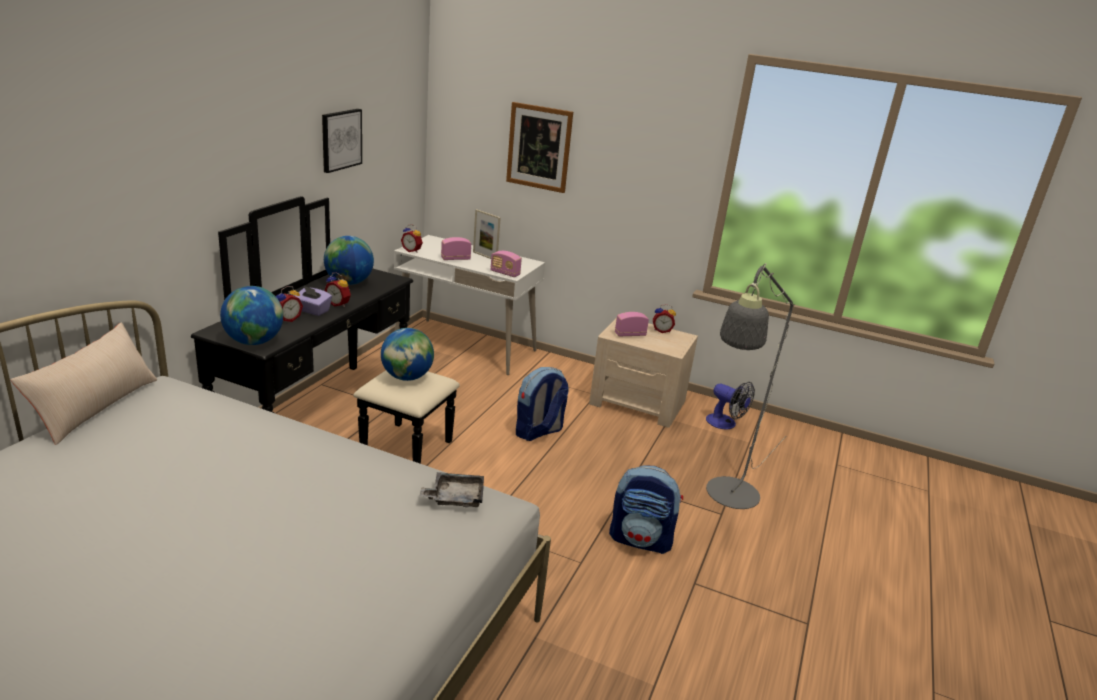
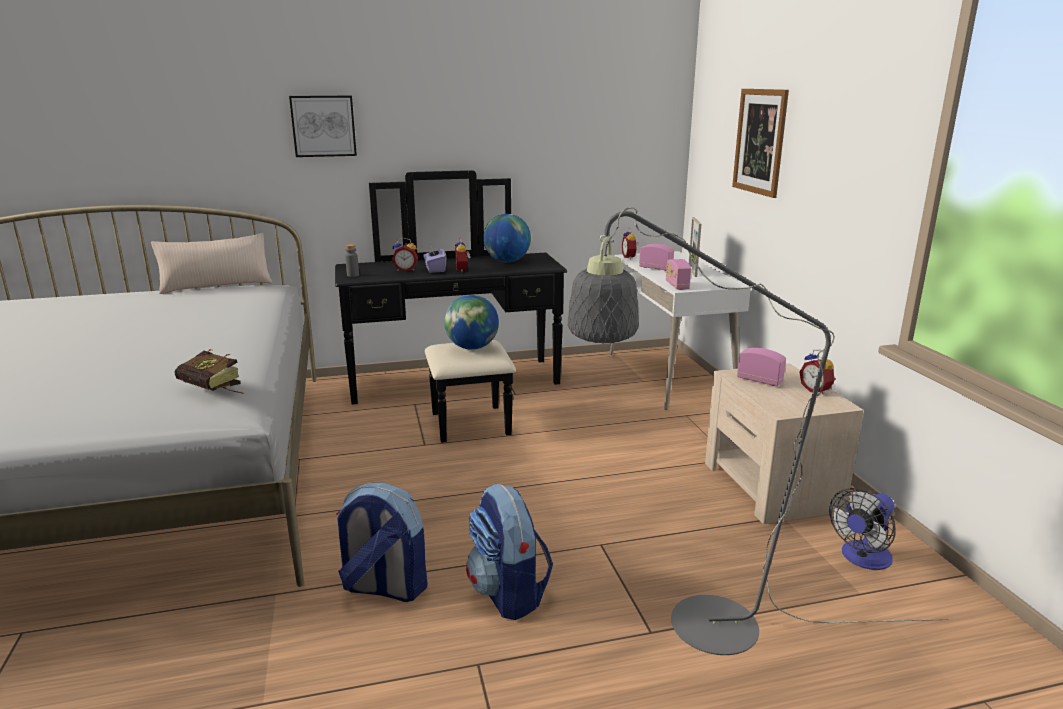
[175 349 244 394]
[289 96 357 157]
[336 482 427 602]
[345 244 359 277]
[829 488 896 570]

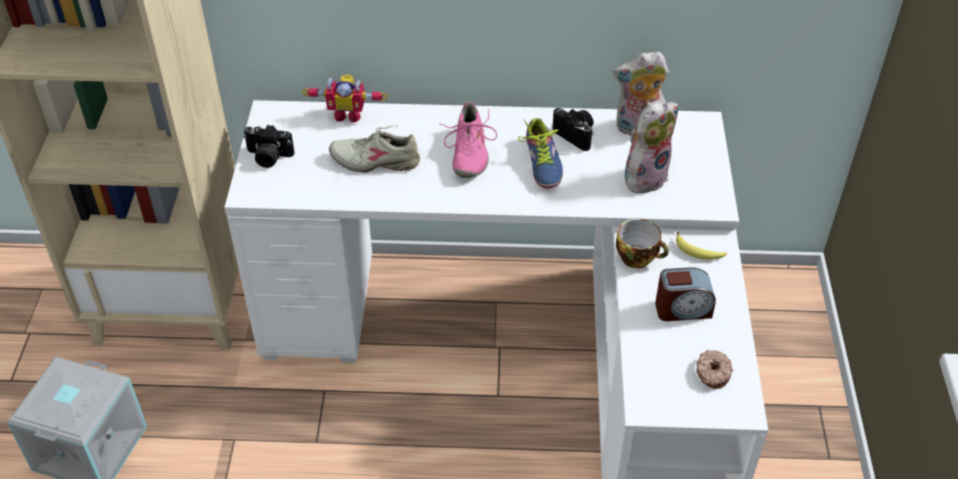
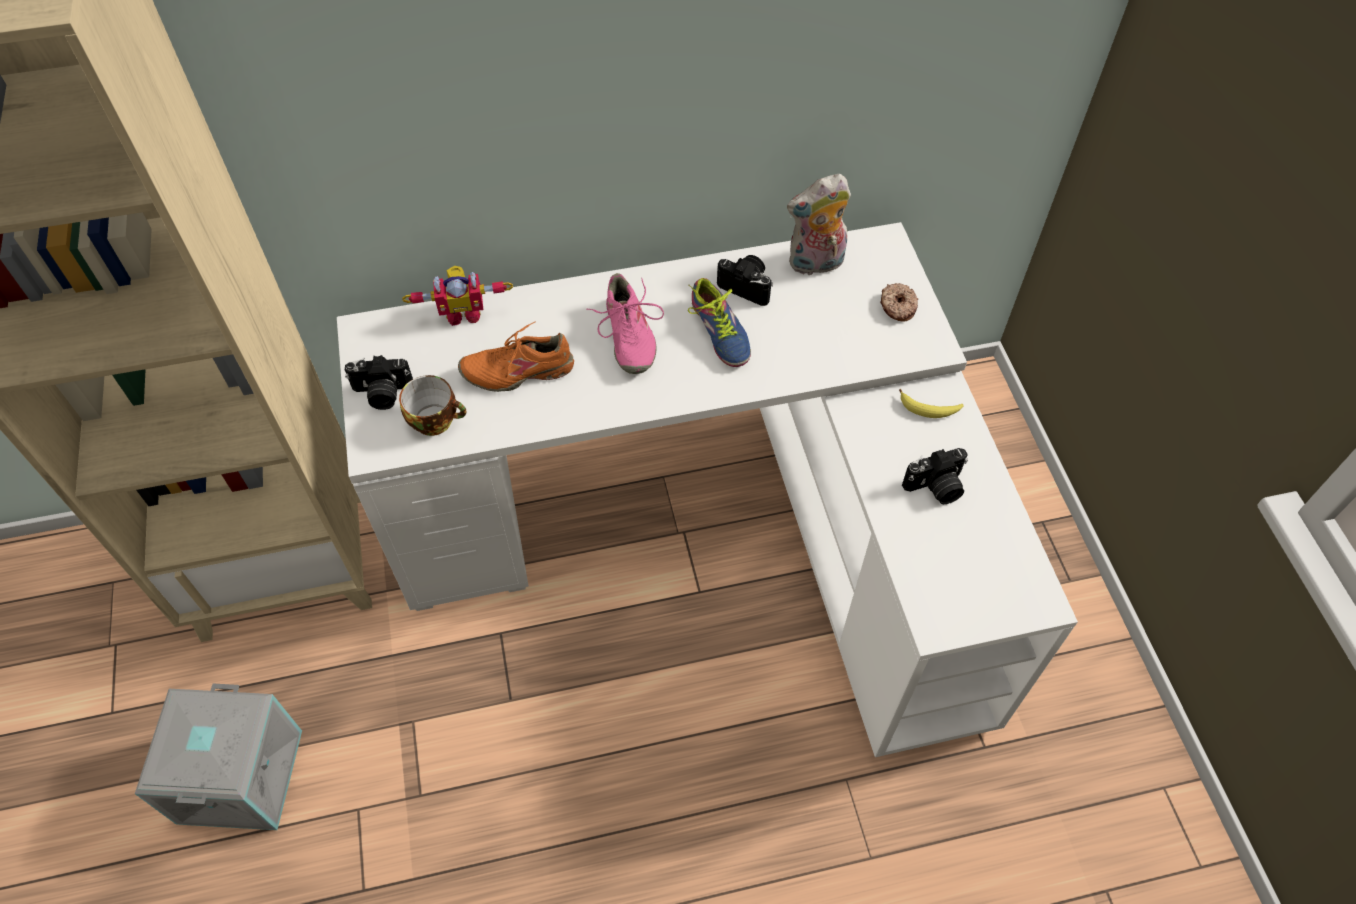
[399 375 466 436]
[458 322 574 392]
[880 283 918 322]
[902 448 968 504]
[625 99 678 193] (first image)

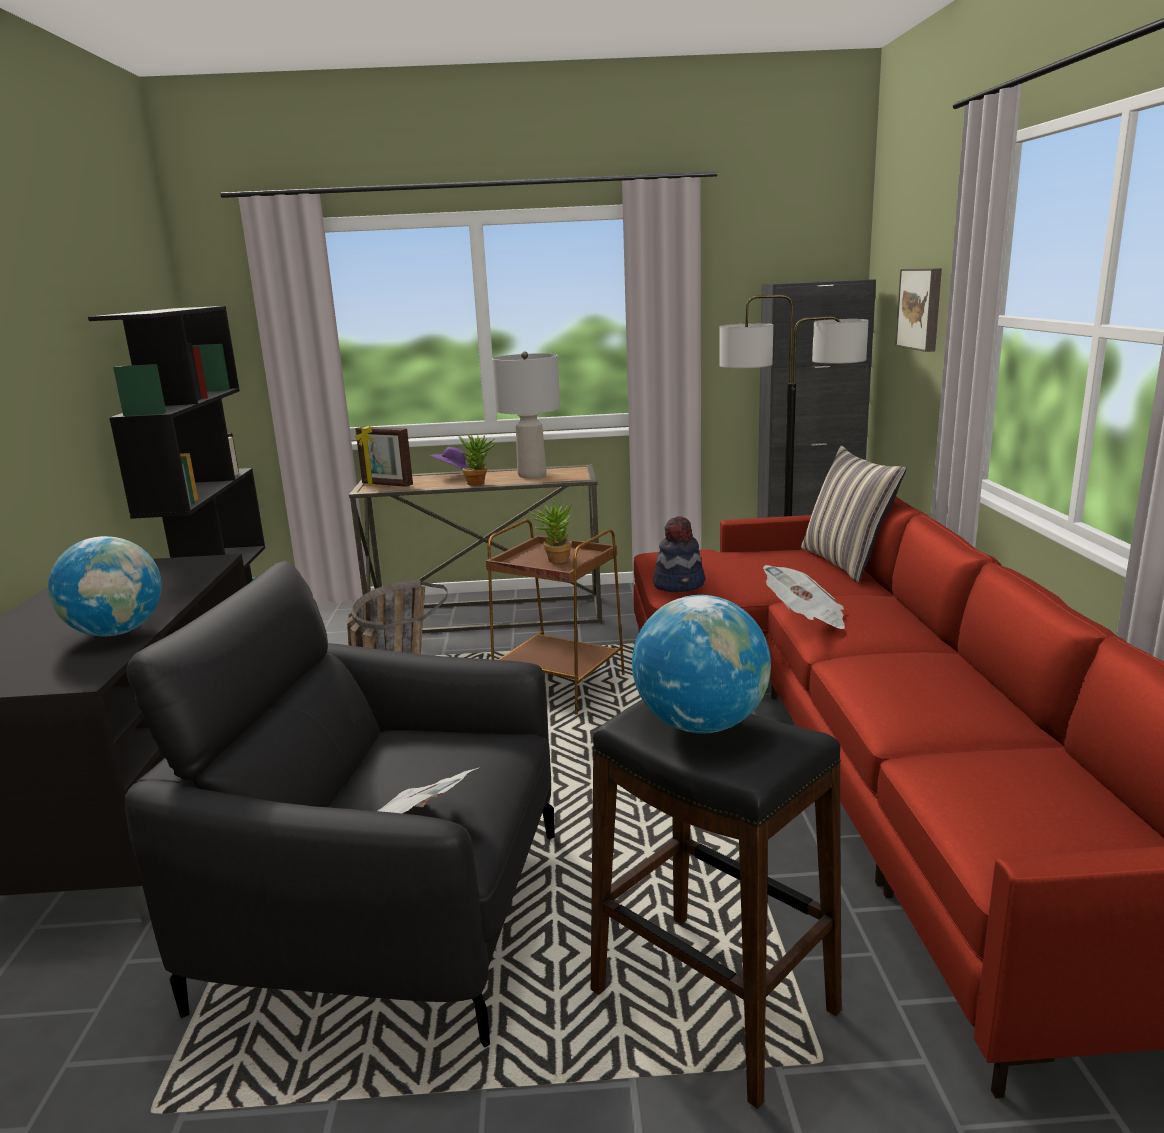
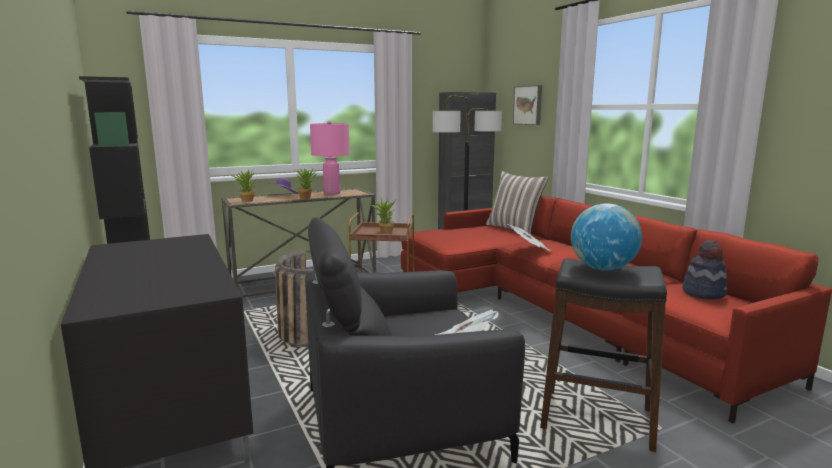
[233 170 257 202]
[310 121 350 195]
[683 240 727 299]
[48 536 162 637] (first image)

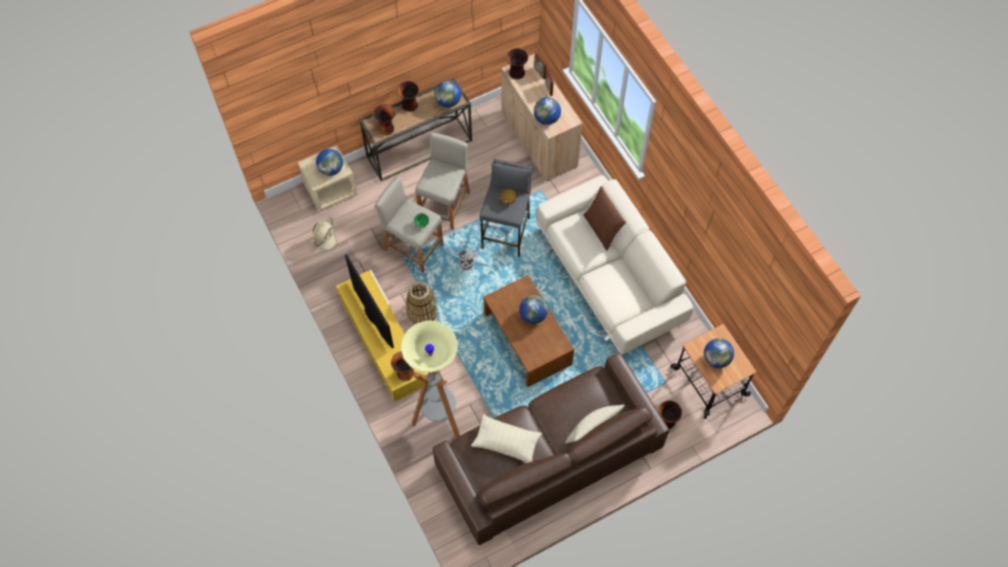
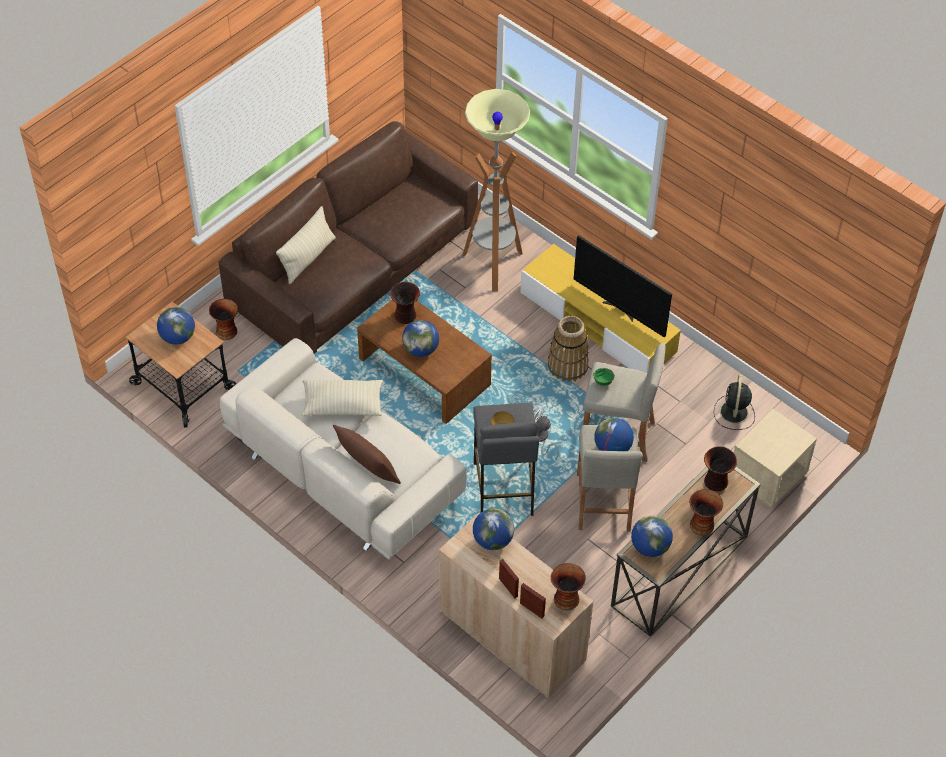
[302 380 383 416]
[390 282 420 324]
[594 417 634 451]
[714 375 755 430]

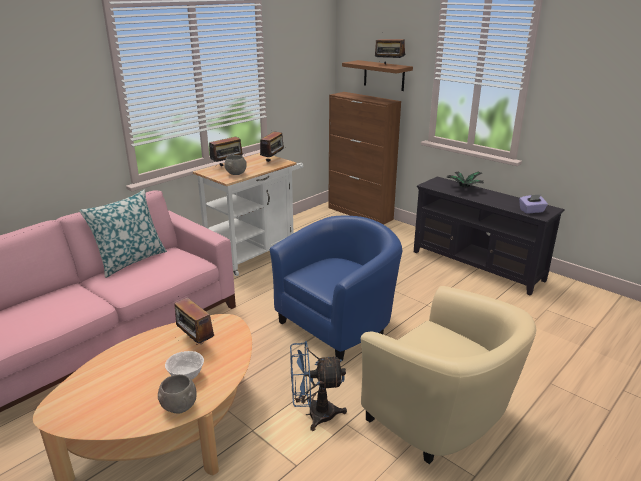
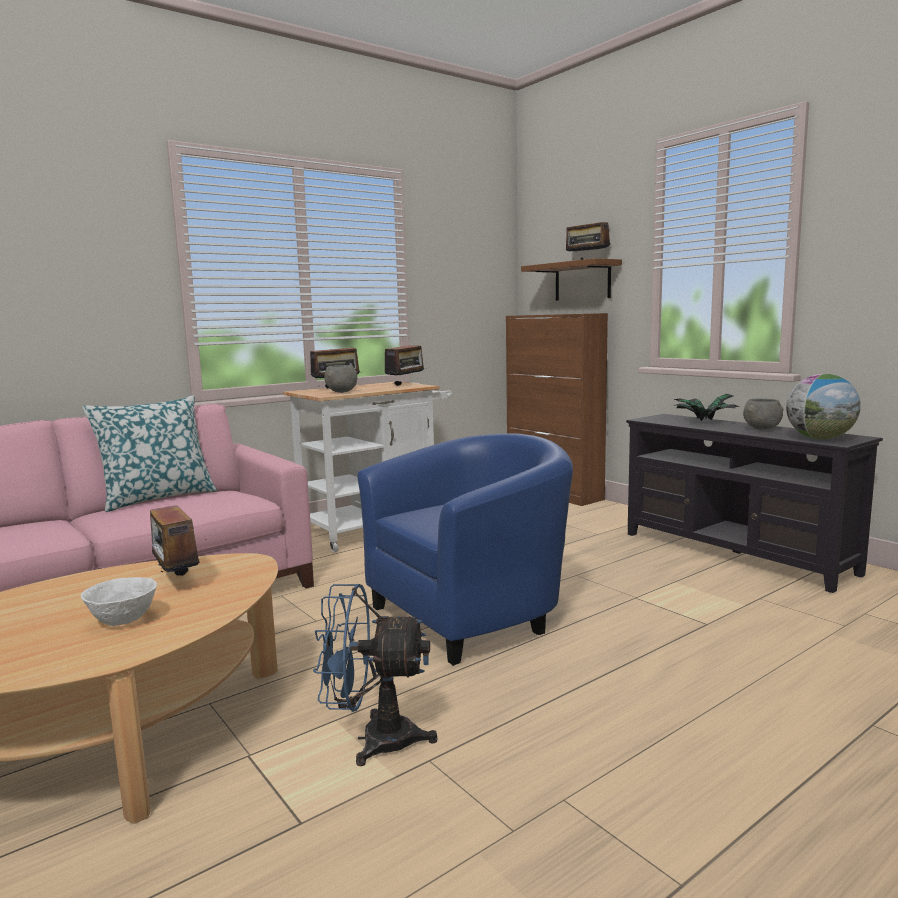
[743 398 784 430]
[786 374 861 439]
[361 286 537 464] (first image)

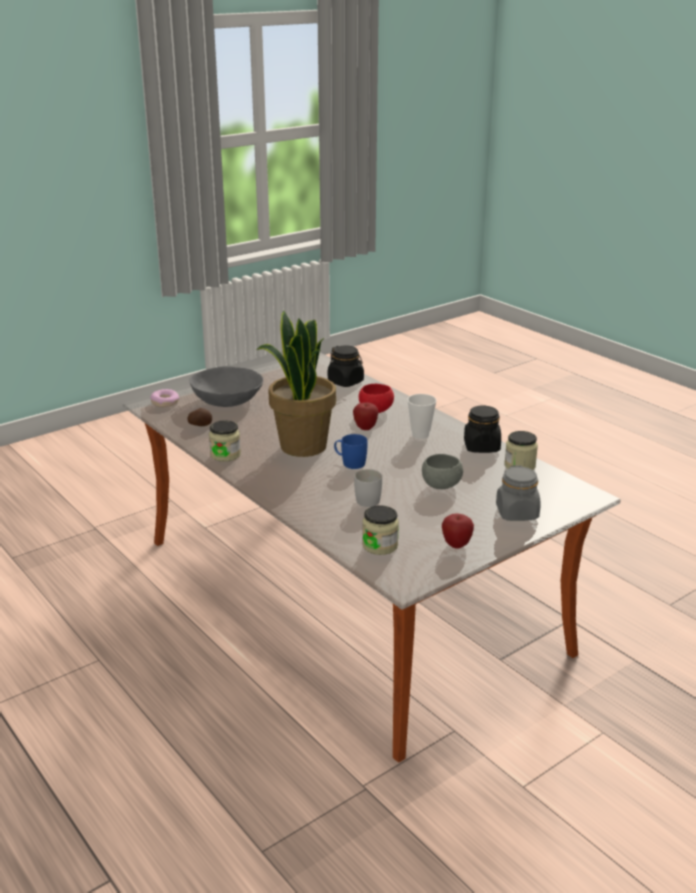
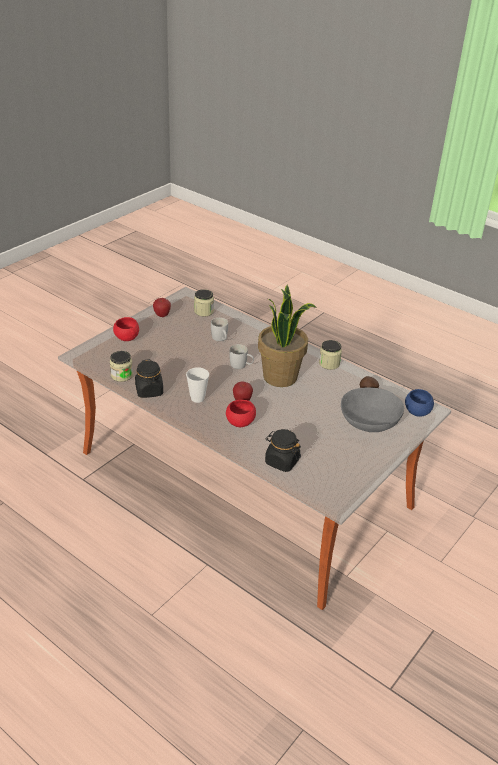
[113 317 139 341]
[229 344 254 369]
[405 389 434 417]
[422 454 463 489] (first image)

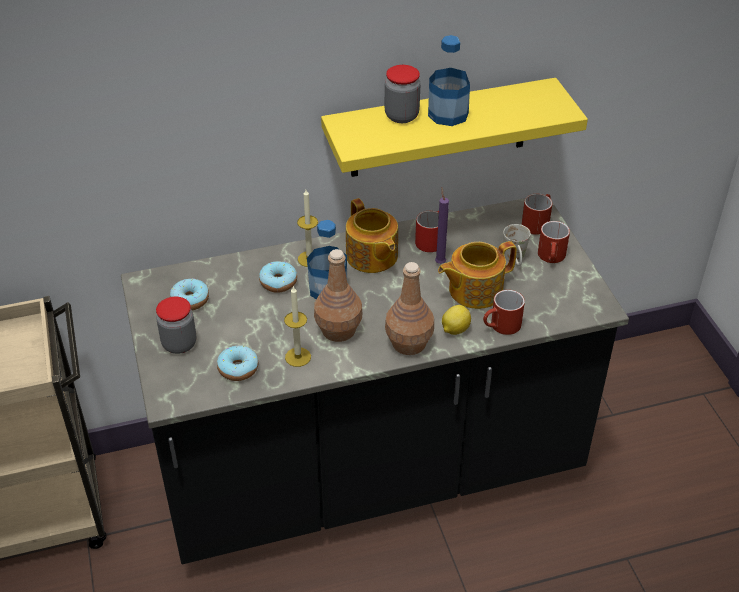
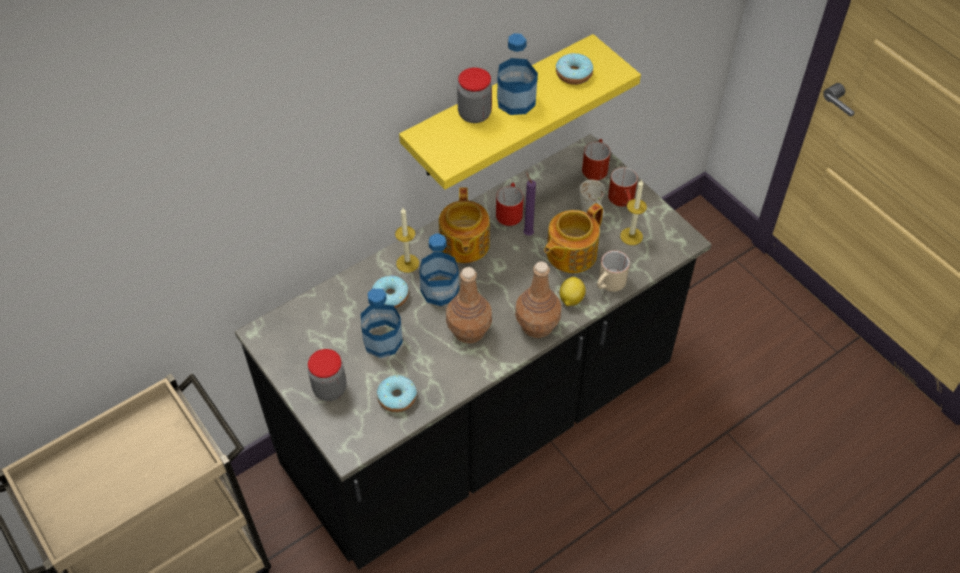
[361 288 403 358]
[439 187 490 263]
[556 53 593 85]
[597 251 630 292]
[620 179 647 245]

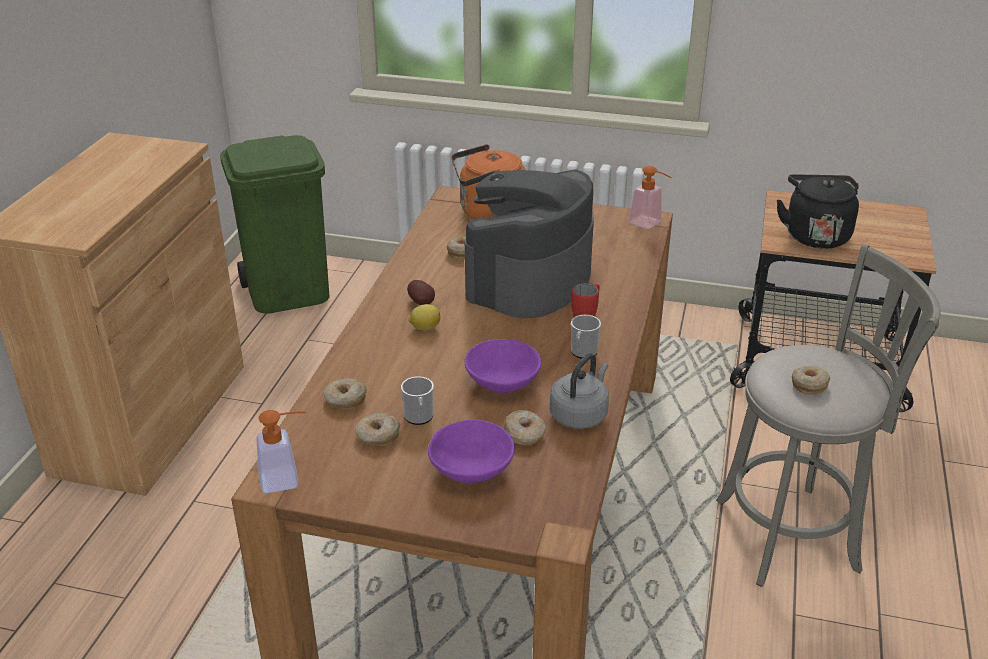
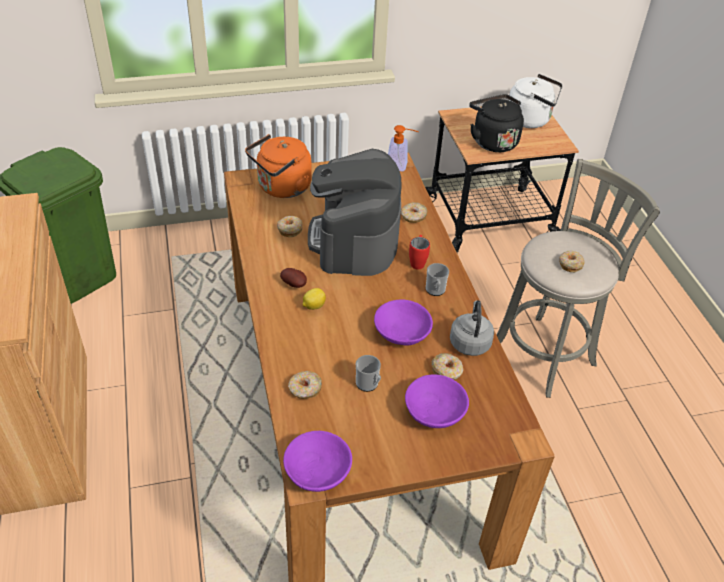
[283 431 352 492]
[401 202 428 223]
[508 74 563 128]

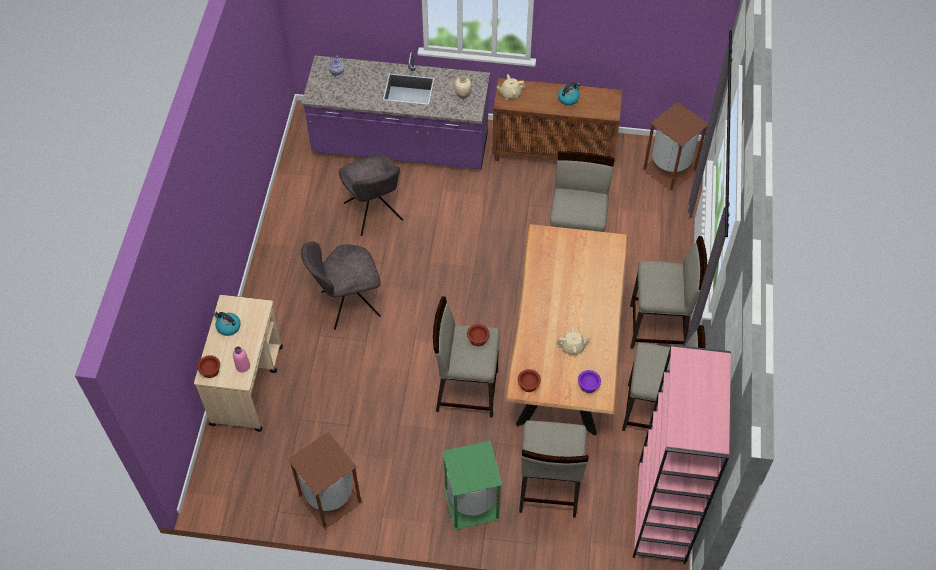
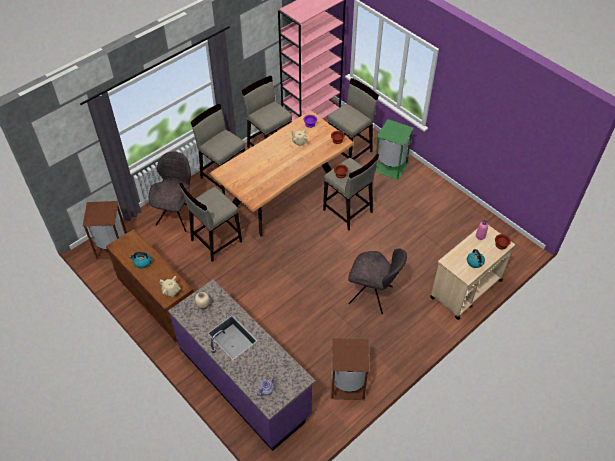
[149 151 191 232]
[331 338 369 400]

